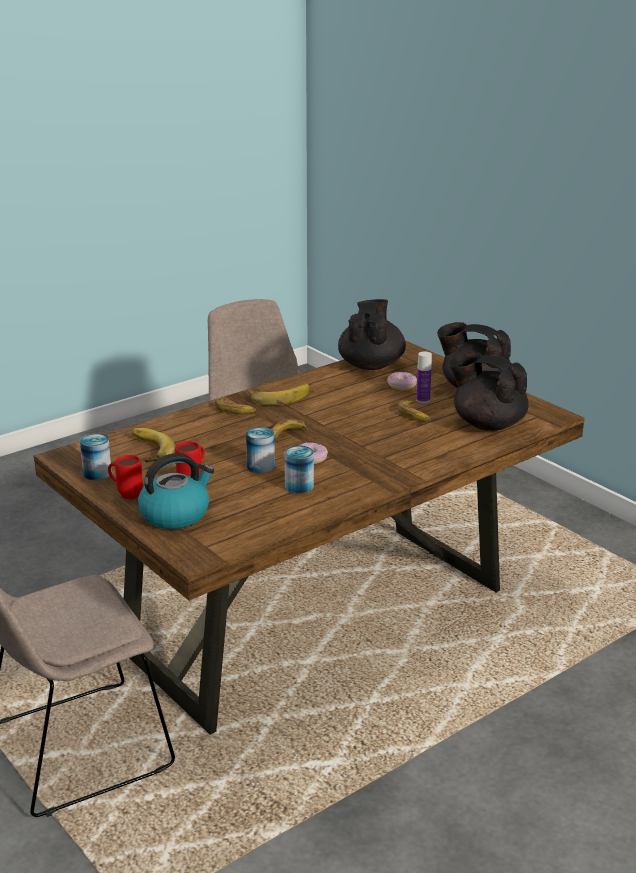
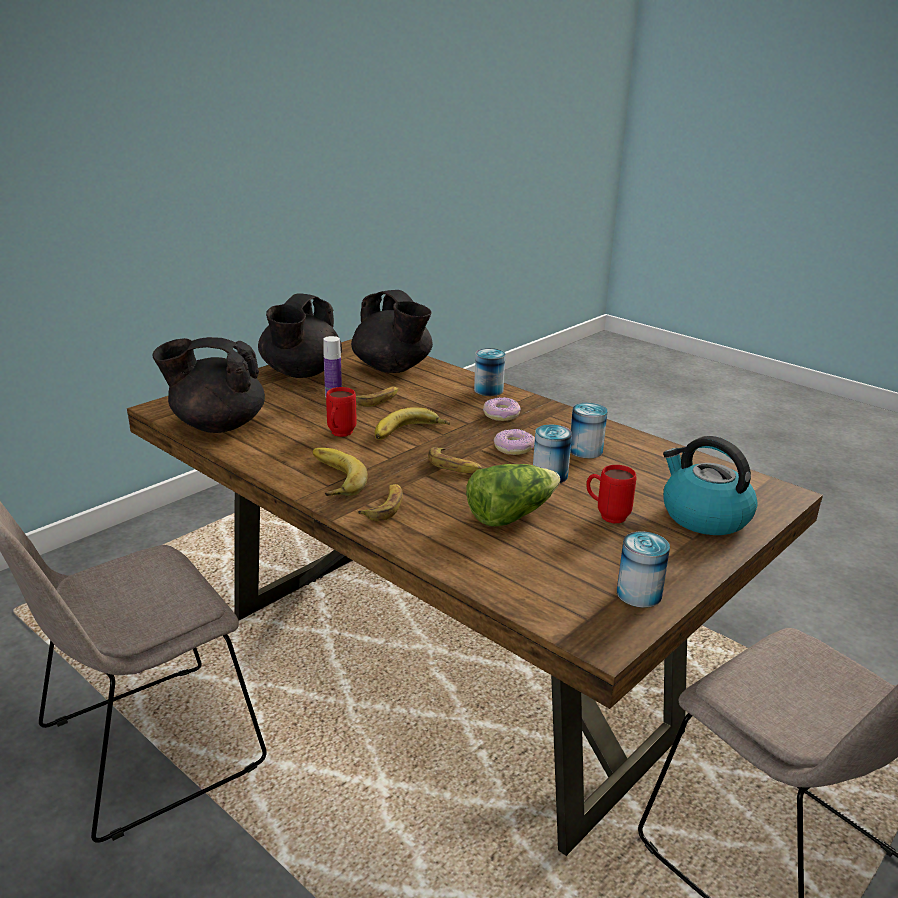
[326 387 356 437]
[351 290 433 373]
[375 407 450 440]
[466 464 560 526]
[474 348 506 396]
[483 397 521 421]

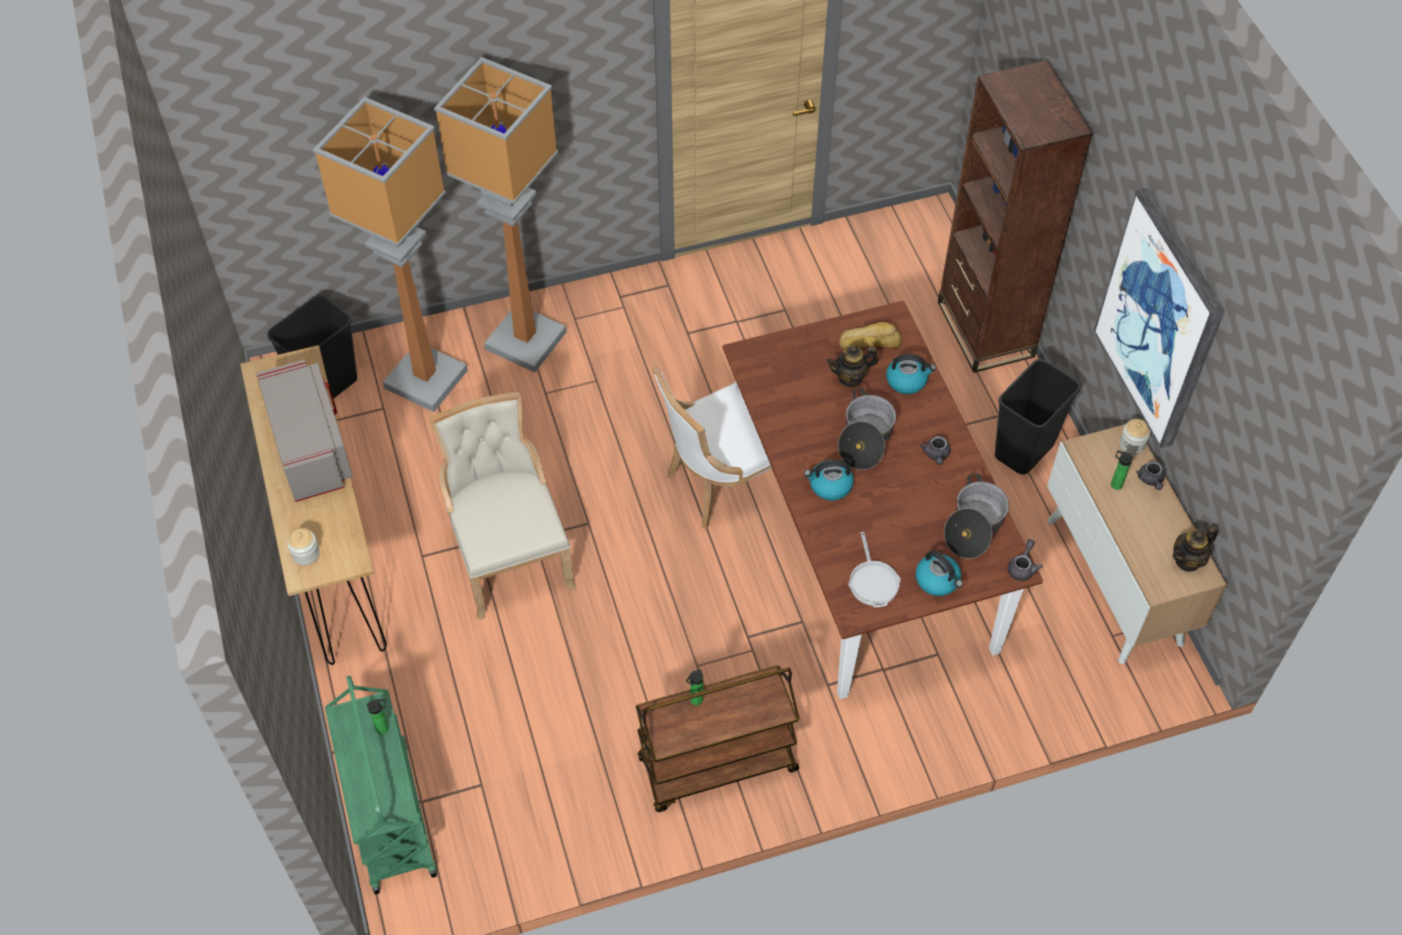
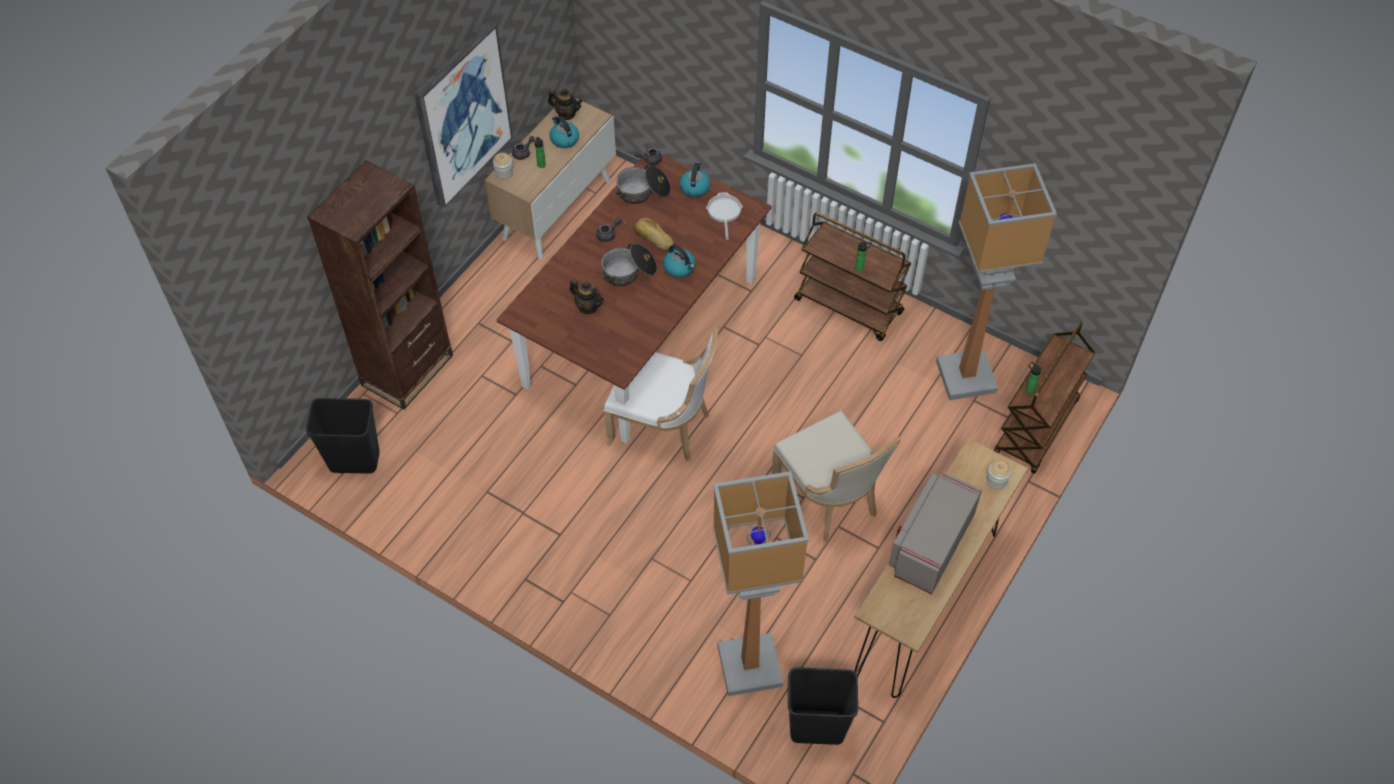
[306 398 380 474]
[549 116 579 148]
[634 217 674 251]
[706 193 743 240]
[772 411 901 543]
[936 163 1057 400]
[994 322 1095 474]

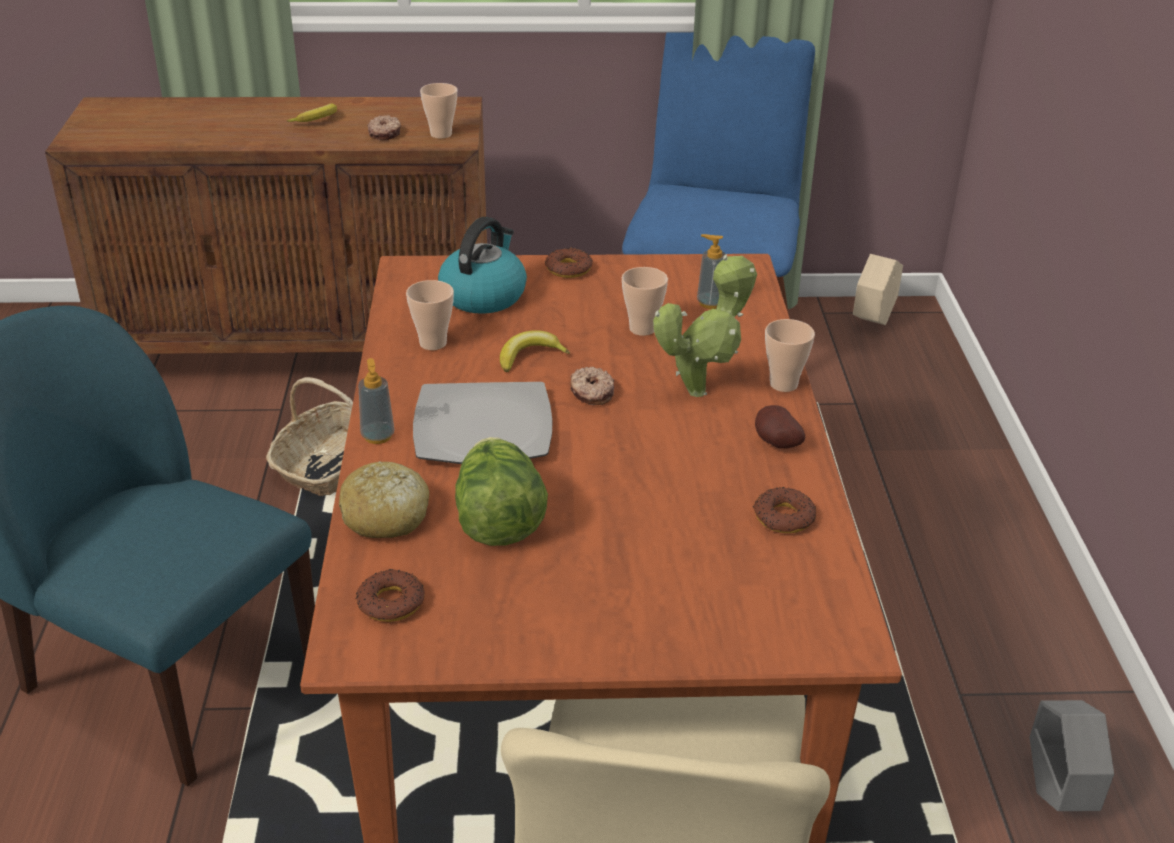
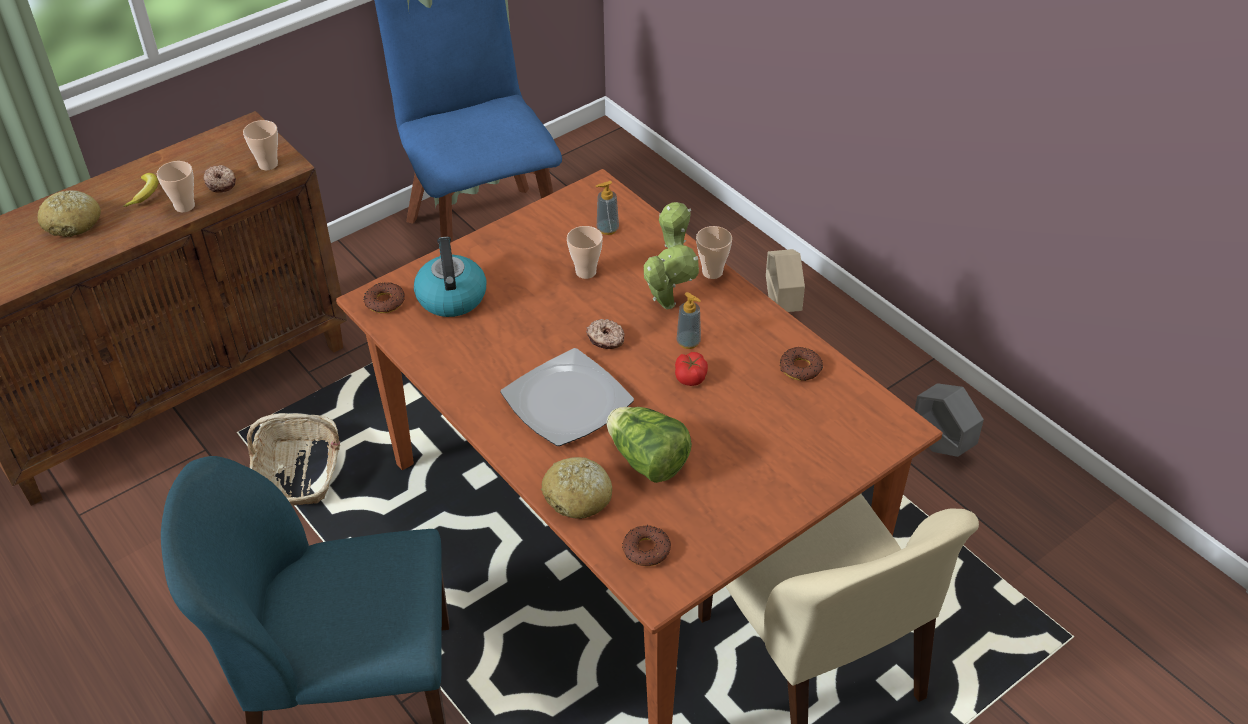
[37 190 101 237]
[157 161 195 212]
[364 282 405 313]
[675 352 708 386]
[676 292 701 349]
[766 249 805 312]
[500 330 570 372] (first image)
[755 405 805 448] (first image)

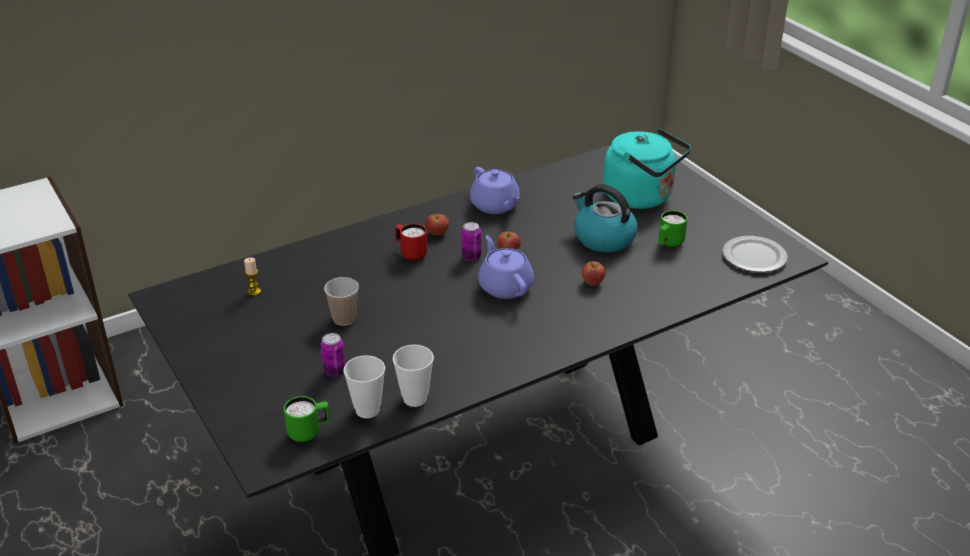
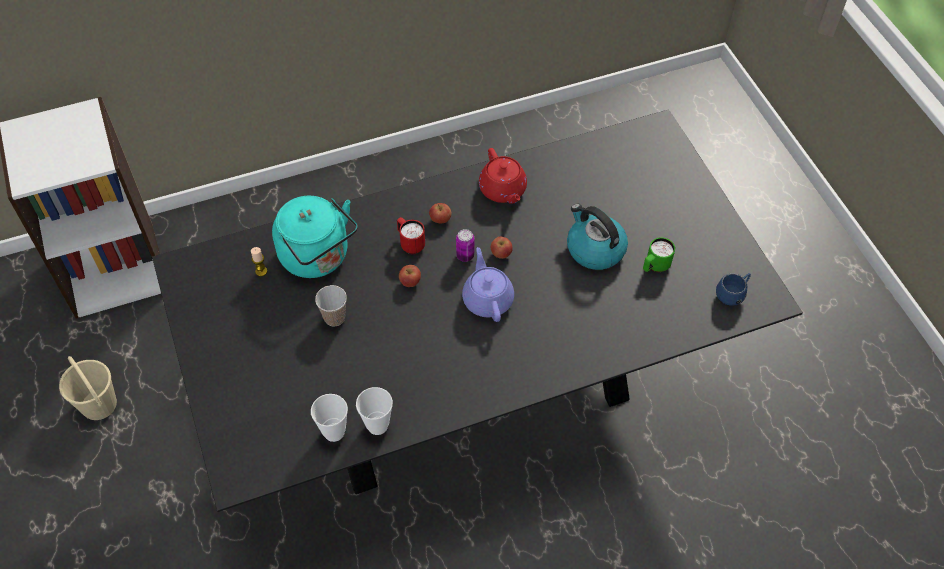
[59 356 117 420]
[272 196 358 278]
[399 265 421 287]
[479 148 527 204]
[716 273 751 306]
[284 396 330 443] (first image)
[321 333 345 377] (first image)

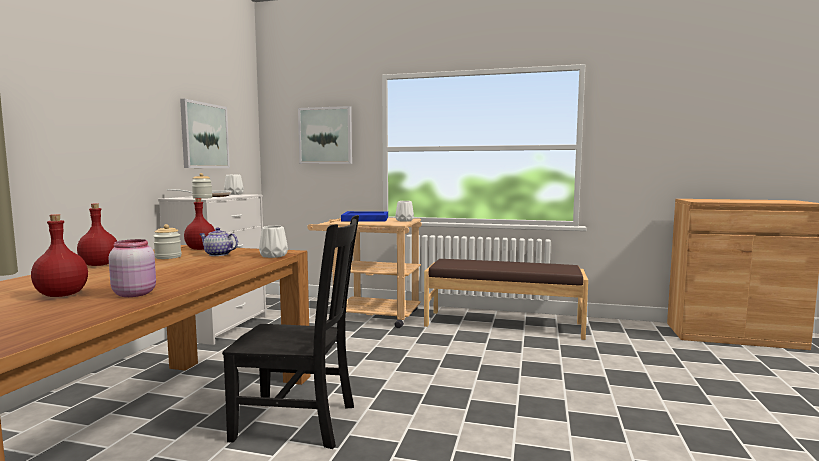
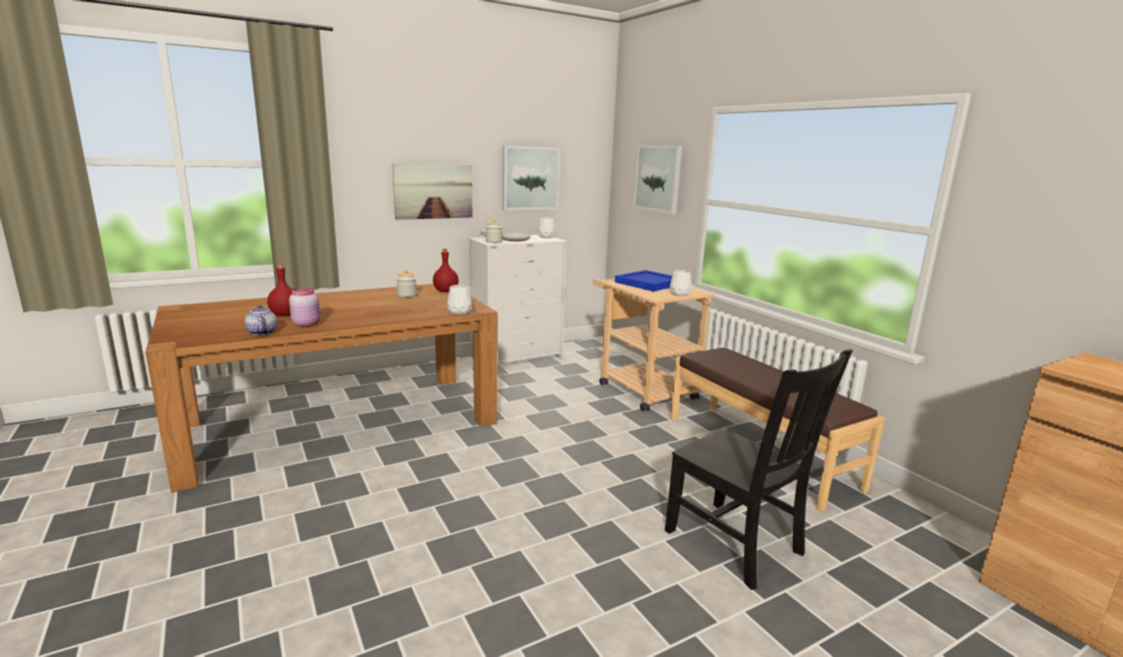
[245 305 277 336]
[392 163 472 220]
[665 349 853 590]
[77 204 117 266] (first image)

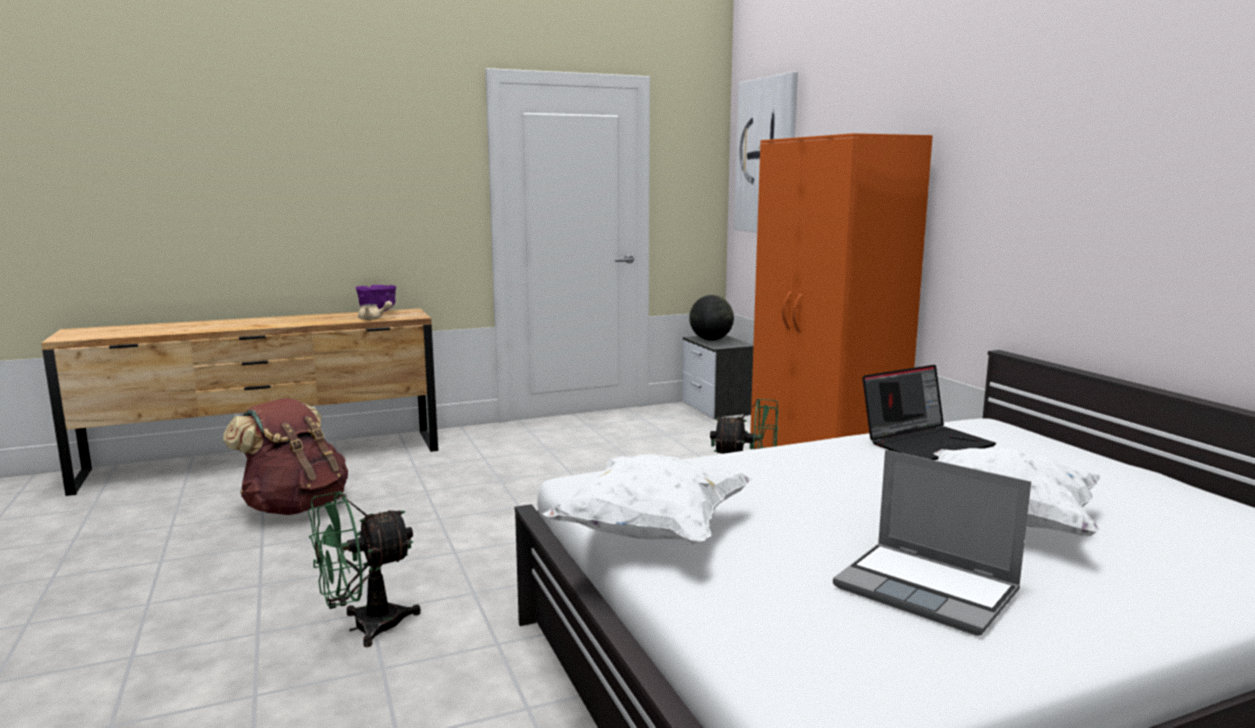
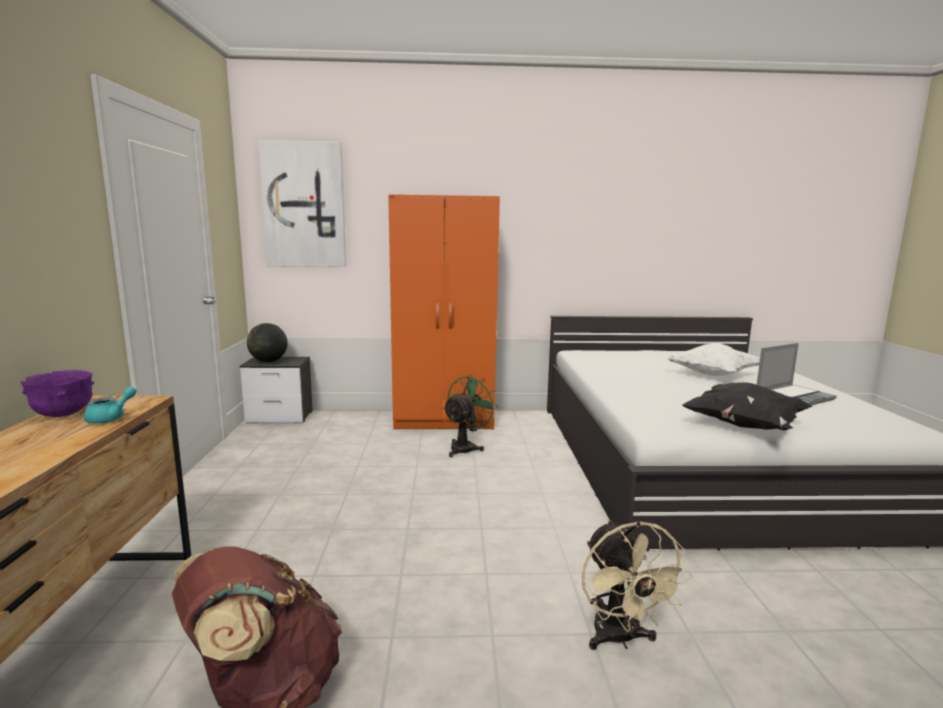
[84 387 137 424]
[582 520 693 650]
[683 382 812 431]
[862 365 996 460] (first image)

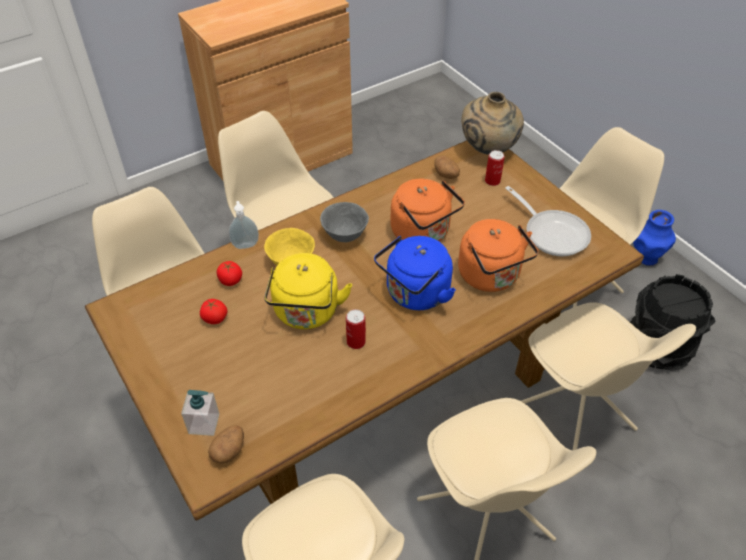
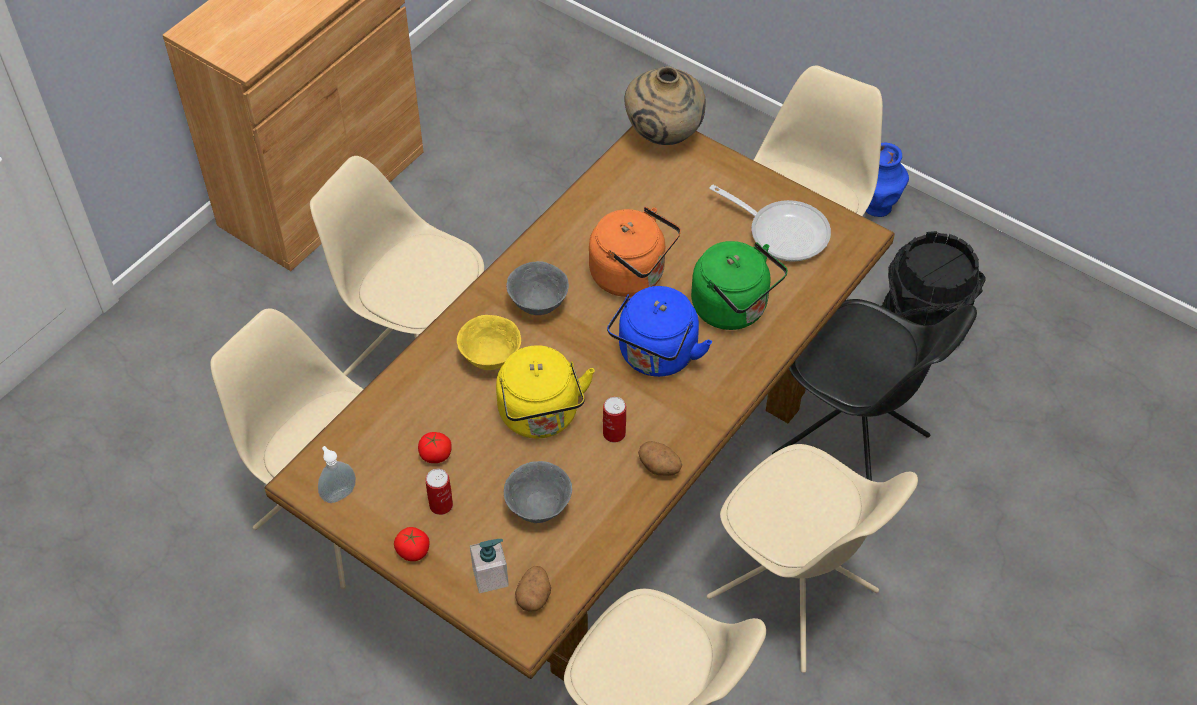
[318 446 356 503]
[394 527 430 561]
[426 469 453 515]
[504 461 572 523]
[638 441 682 476]
[691 241 788 330]
[772 299 977 481]

